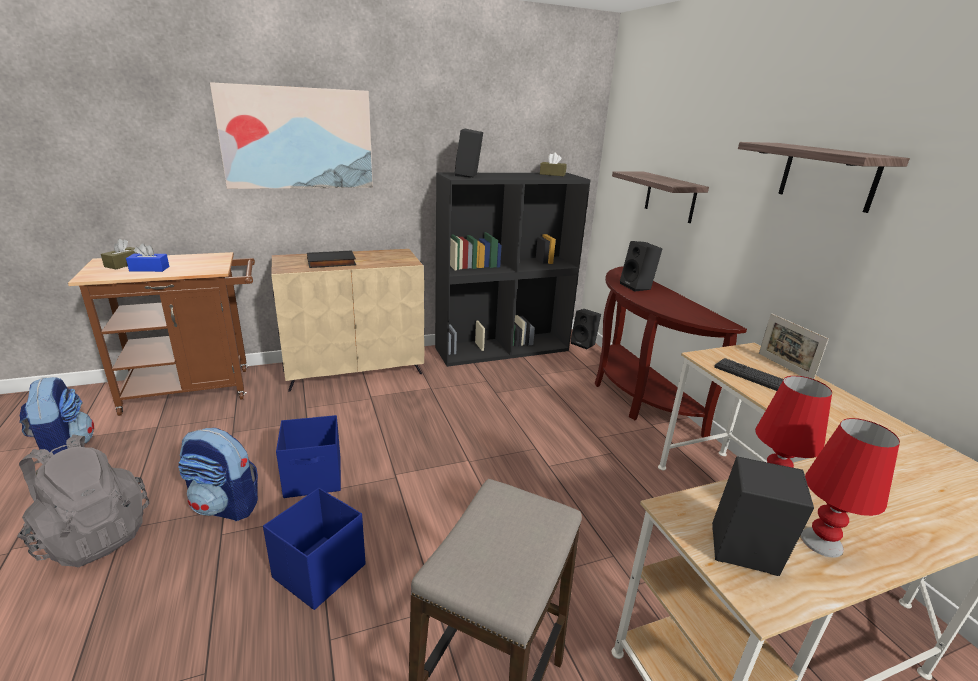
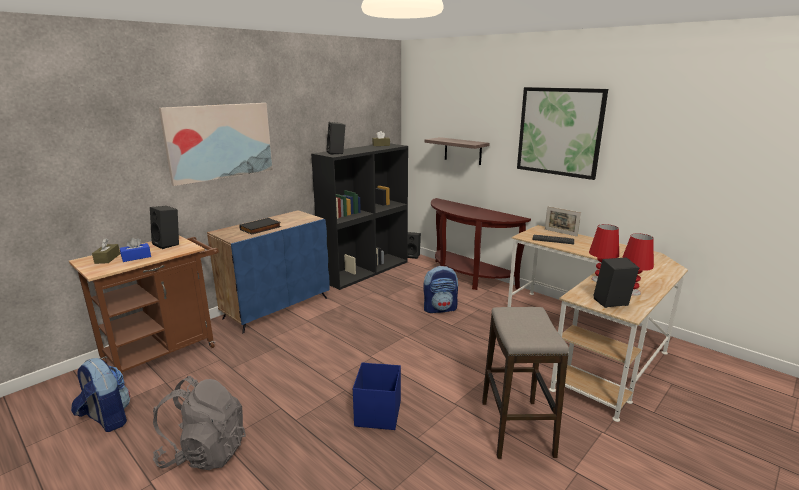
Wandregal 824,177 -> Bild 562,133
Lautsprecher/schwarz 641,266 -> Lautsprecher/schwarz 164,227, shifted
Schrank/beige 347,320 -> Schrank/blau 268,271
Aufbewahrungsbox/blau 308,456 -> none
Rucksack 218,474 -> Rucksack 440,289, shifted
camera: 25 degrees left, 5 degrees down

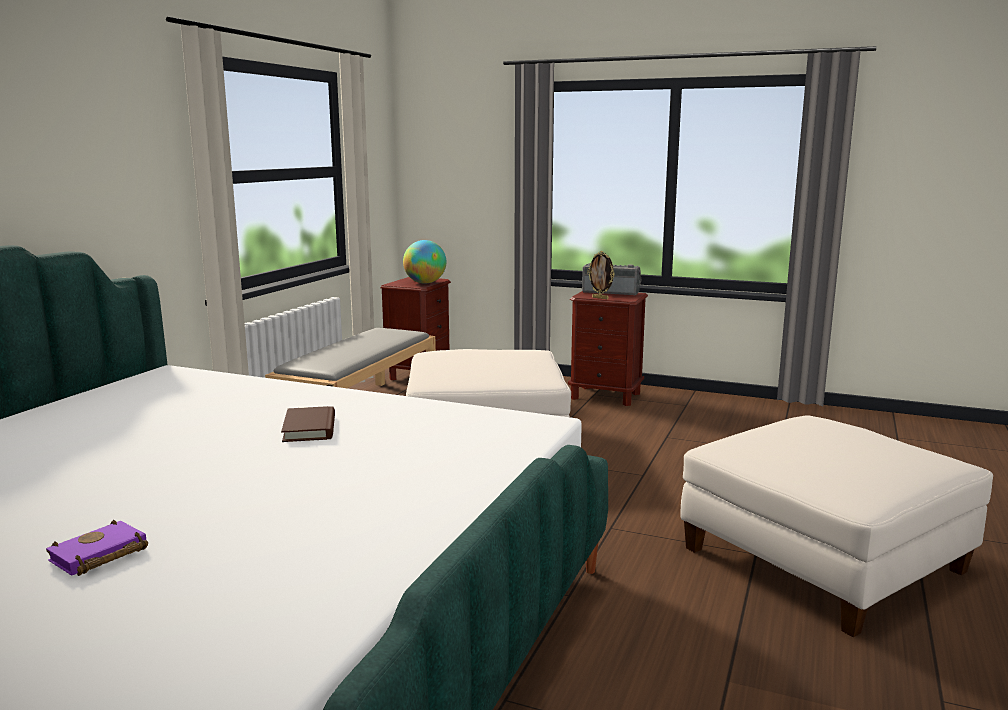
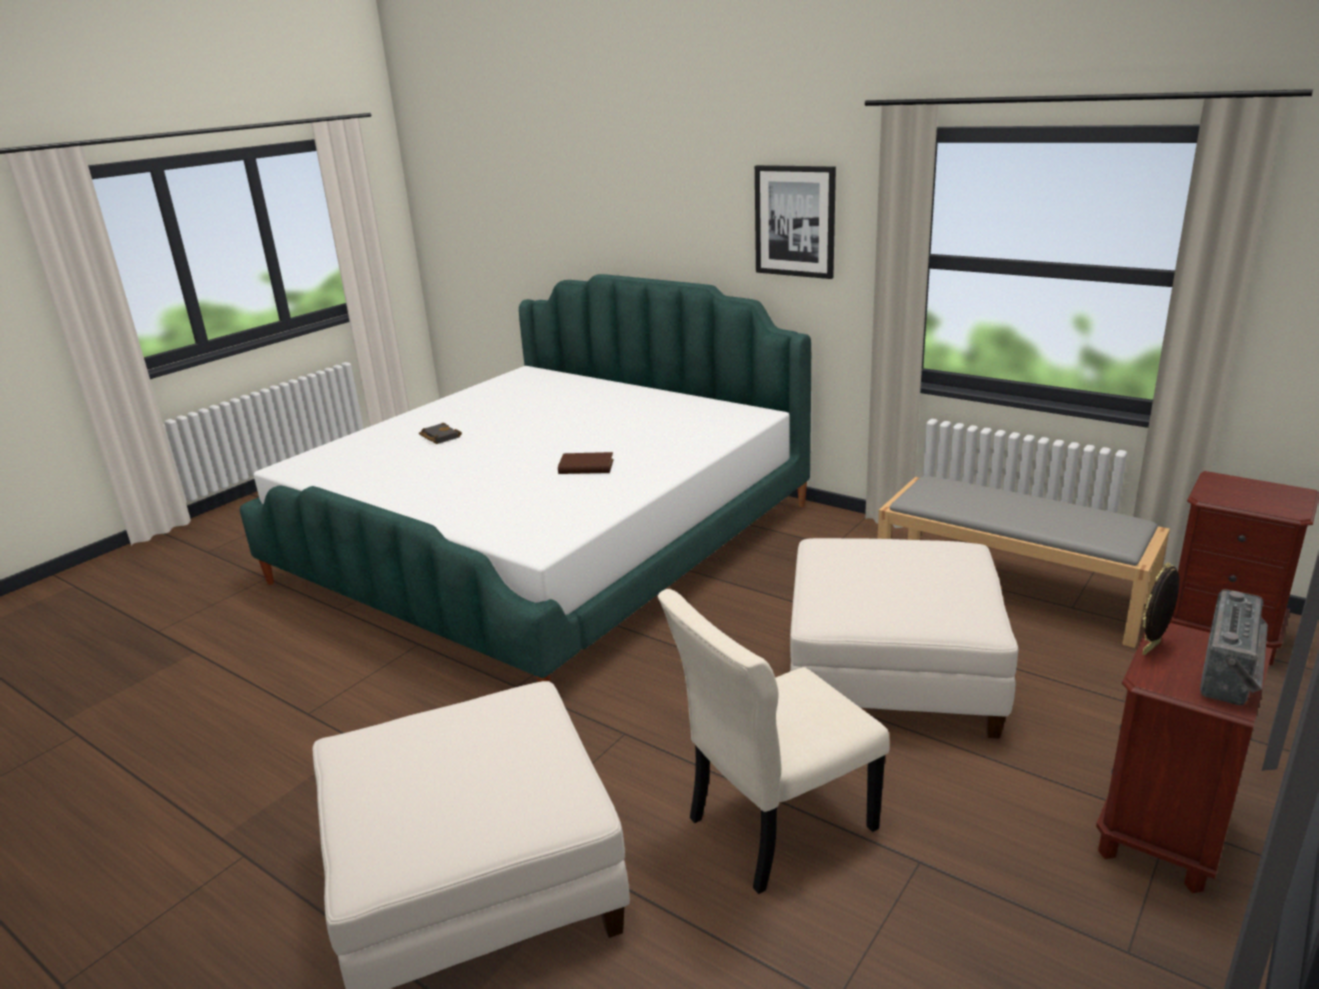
Globus 424,262 -> none
Buch/lila 97,548 -> Buch/schwarz 440,433
none -> Bild 795,222
none -> Stuhl/beige 773,741
camera: 105 degrees right, 10 degrees up

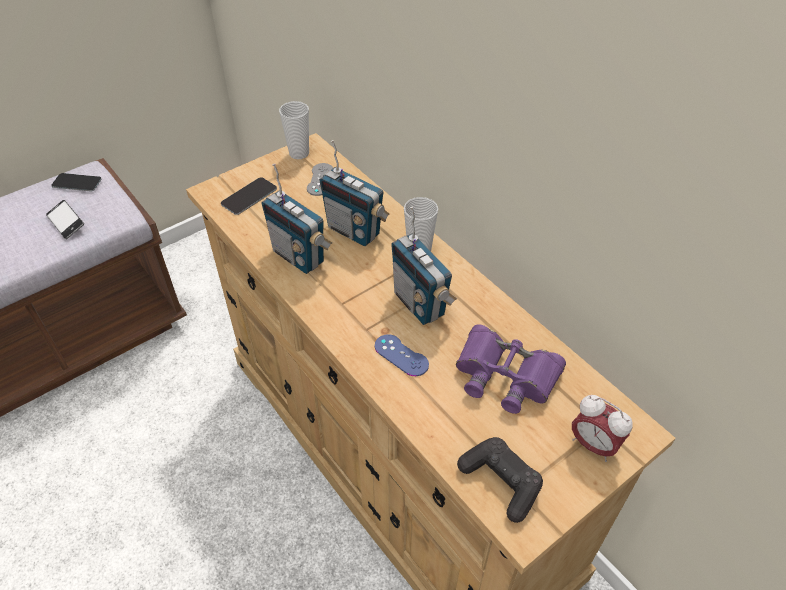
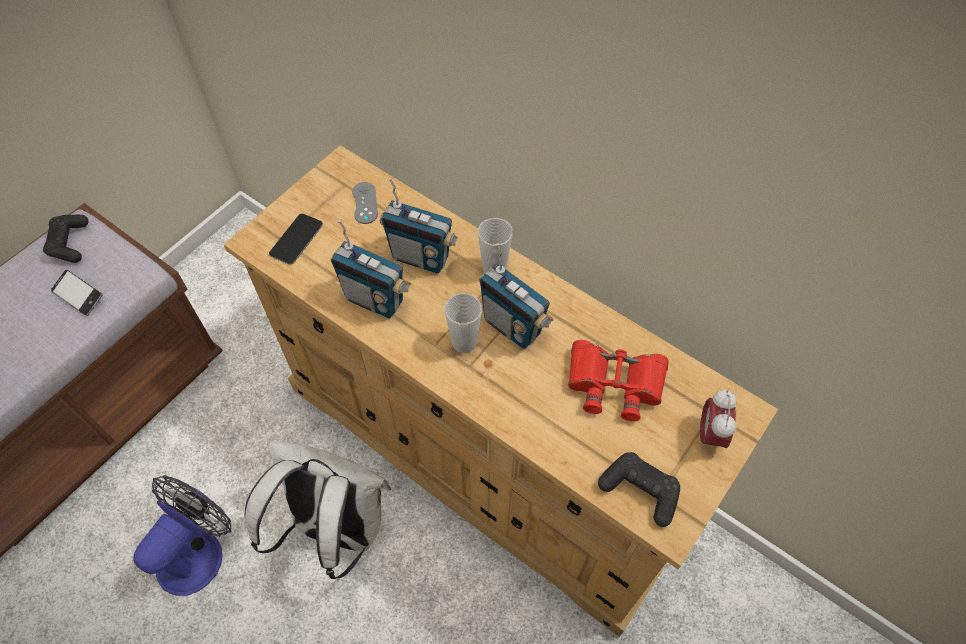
Tasse 294,130 -> Tasse 463,323, shifted
Handy 76,182 -> Gamepad/schwarz 66,239
Fernglas/lila 511,369 -> Fernglas/rot 618,380
Gamepad/blau 402,355 -> none
Wecker 602,428 -> Wecker 718,419, 75 degrees clockwise
none -> Rucksack/weiß 317,510
none -> Ventilator 182,535
camera: 15 degrees left, 10 degrees up

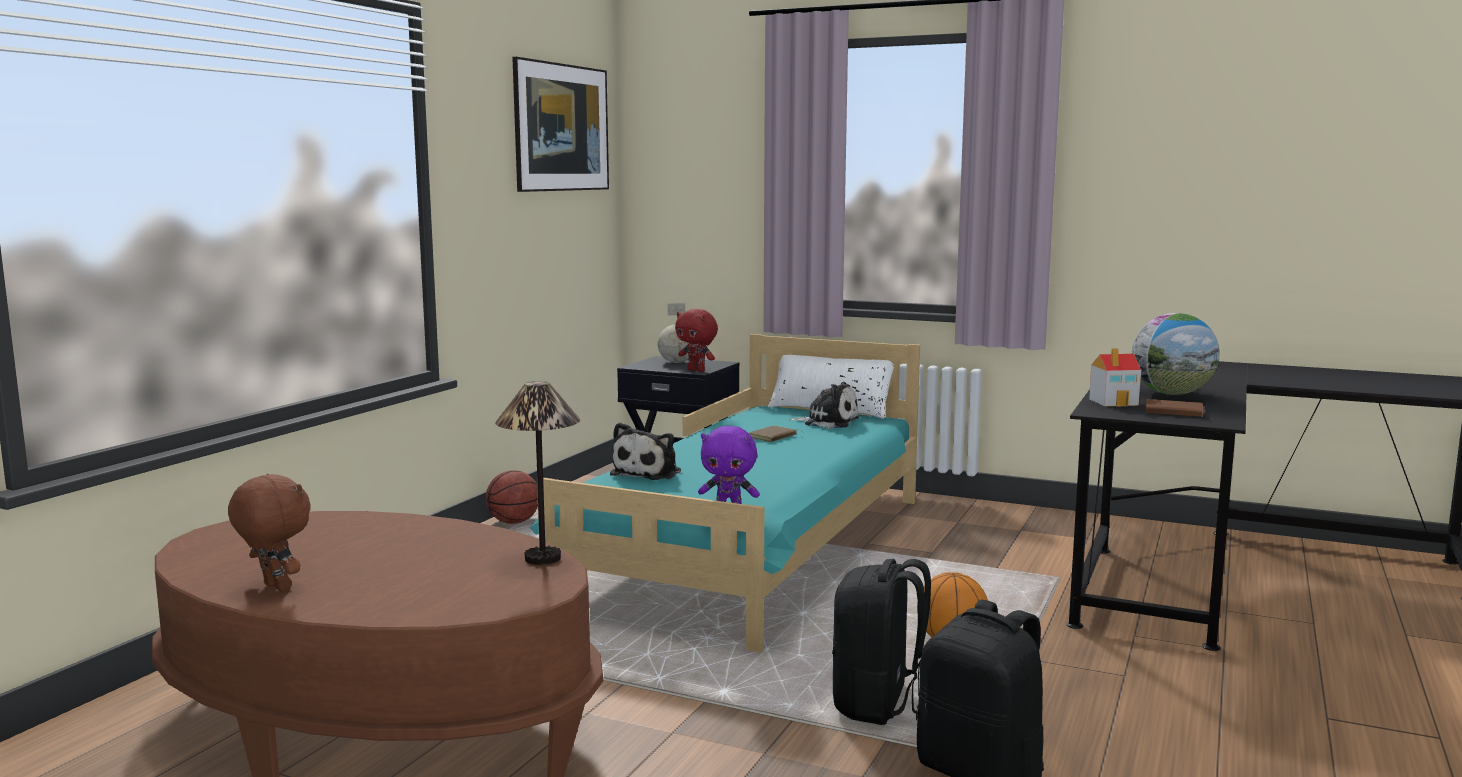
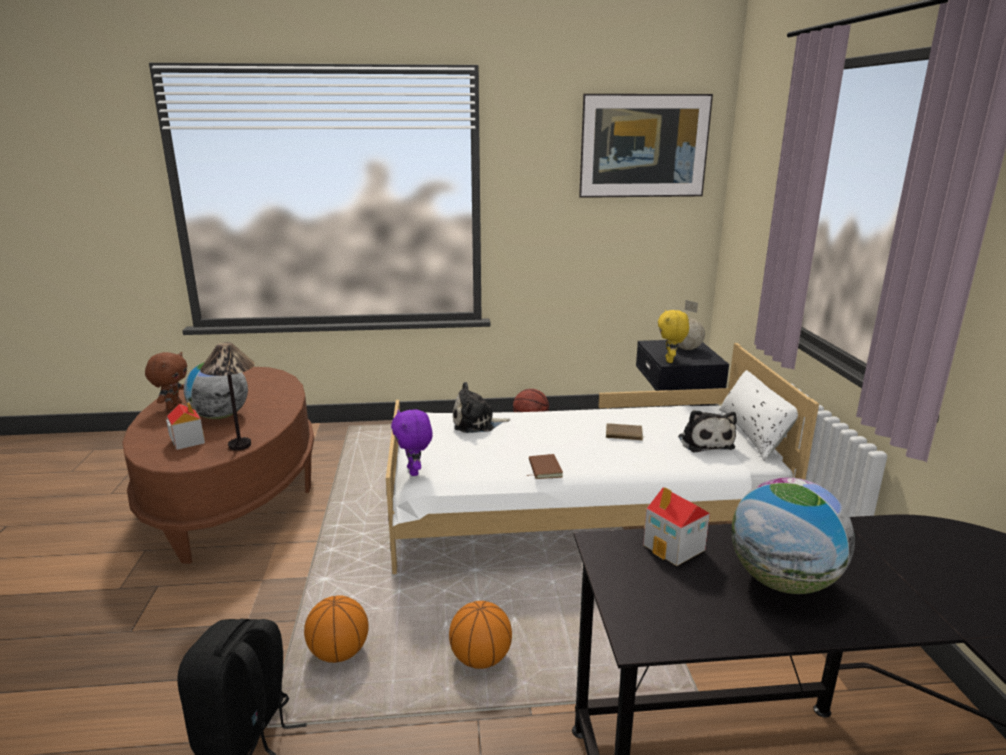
Plüschtier/rot 696,340 -> Plüschtier/gelb 673,336
Bett/türkis 724,493 -> Bett/weiß 602,458
Buch/braun 1176,408 -> Buch/braun 545,466, shifted
Rucksack/schwarz 881,642 -> Basketball 336,629
none -> Globus 216,390
none -> Spielzeughaus 185,426
camera: 60 degrees right, 10 degrees up

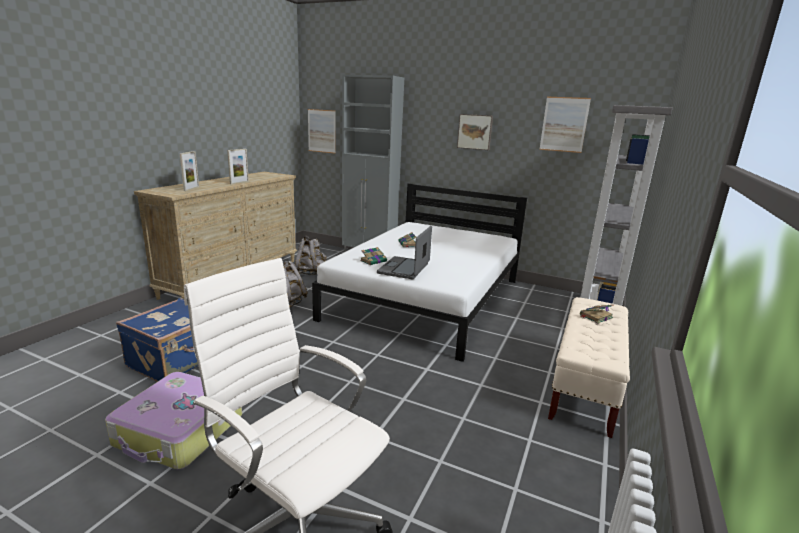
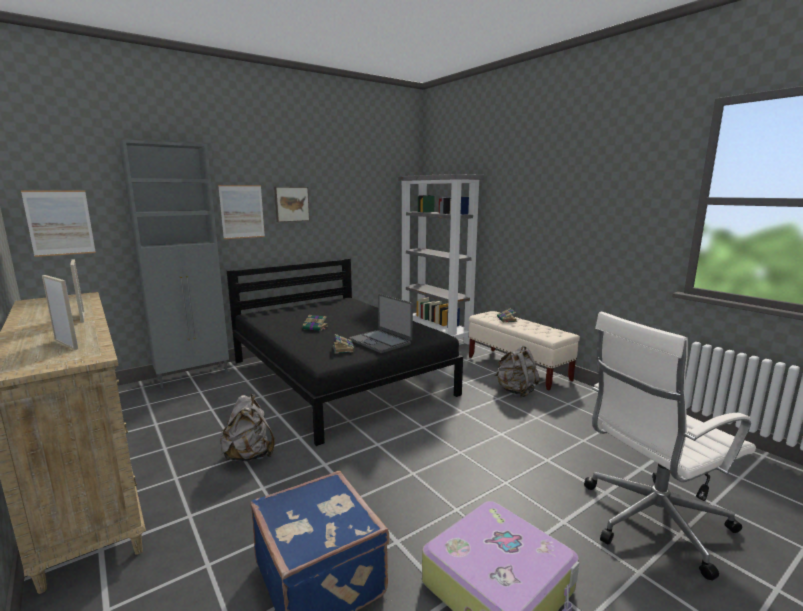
Bild 565,125 -> Bild 241,212, shifted
Bett/weiß 419,272 -> Bett/schwarz 345,352
Rucksack/grau 311,255 -> Rucksack/grau 517,371, shifted
camera: 60 degrees left, 5 degrees down

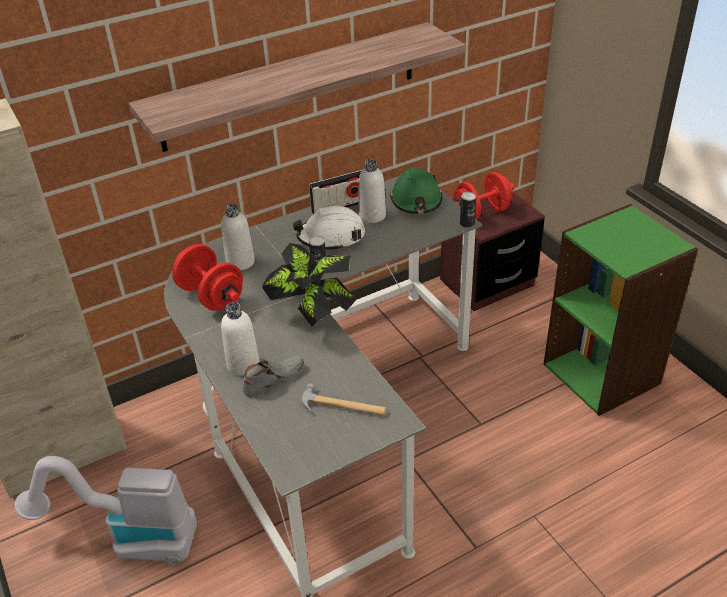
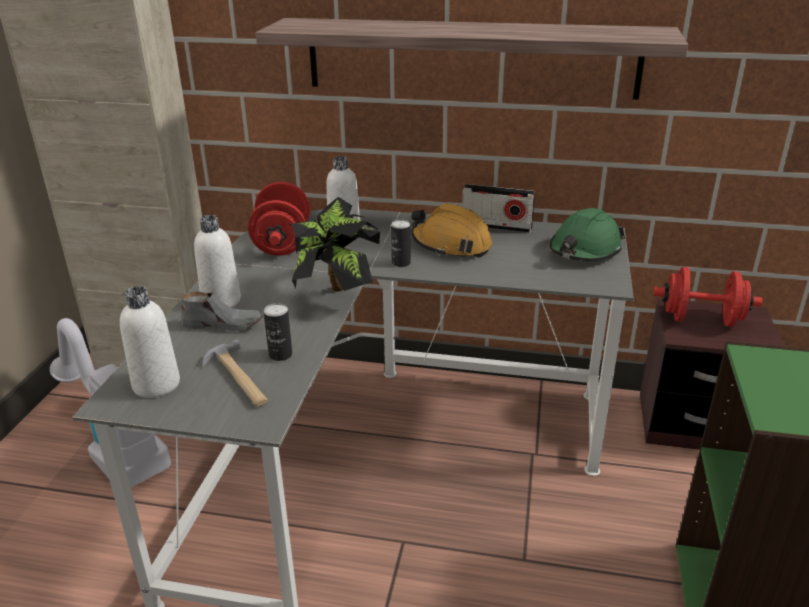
Flasche/weiß 372,191 -> Flasche/weiß 150,342, shifted
Dose 468,210 -> Dose 278,332, shifted
Schutzhelm/weiß 329,228 -> Schutzhelm/orange 451,230
camera: 40 degrees right, 10 degrees down

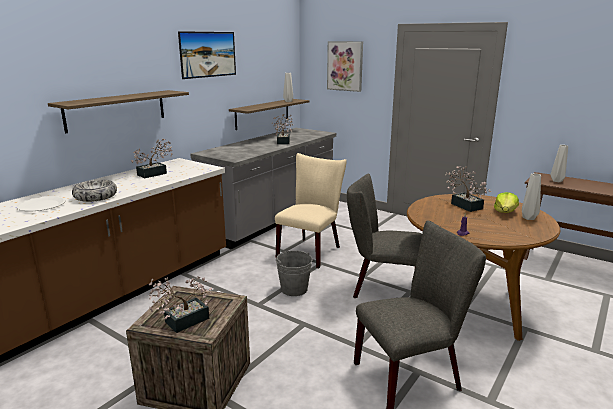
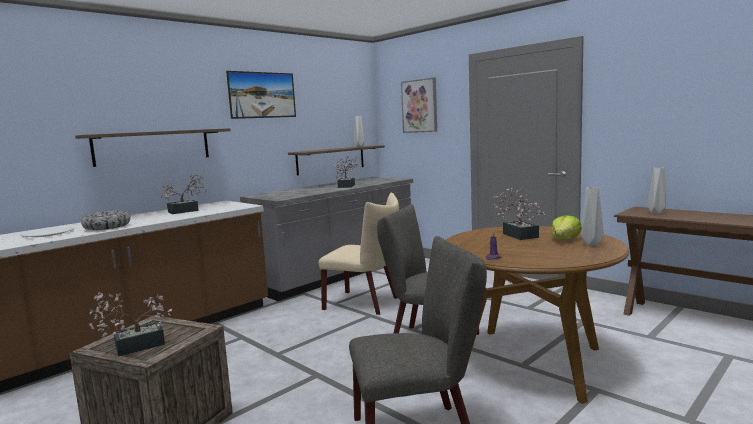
Stuhl/beige 311,210 -> Stuhl/beige 359,254, 75 degrees clockwise
Eimer/grau 294,273 -> none
camera: 10 degrees right, 10 degrees down

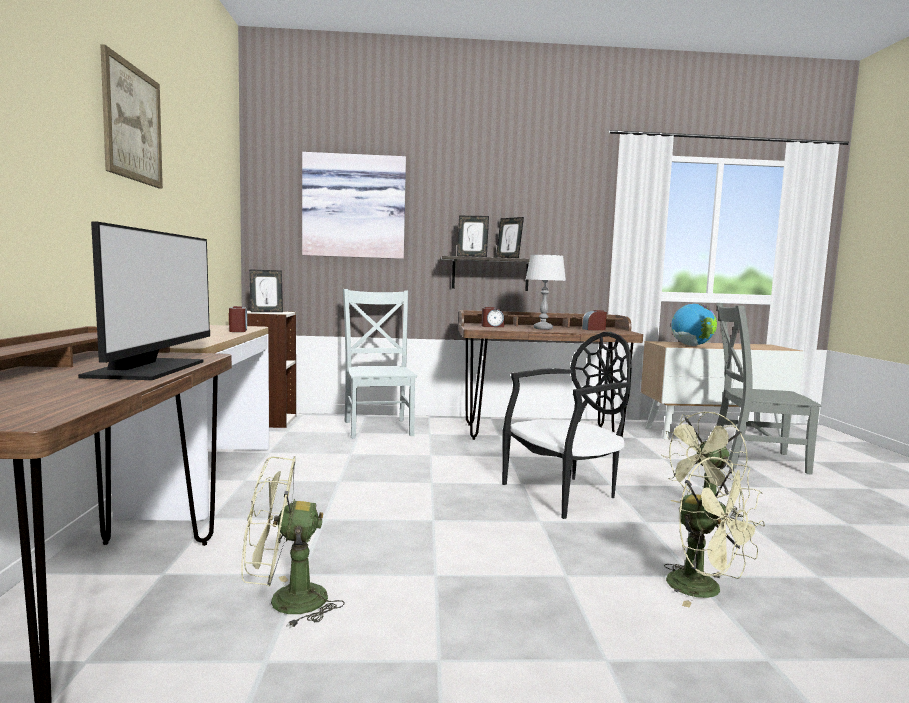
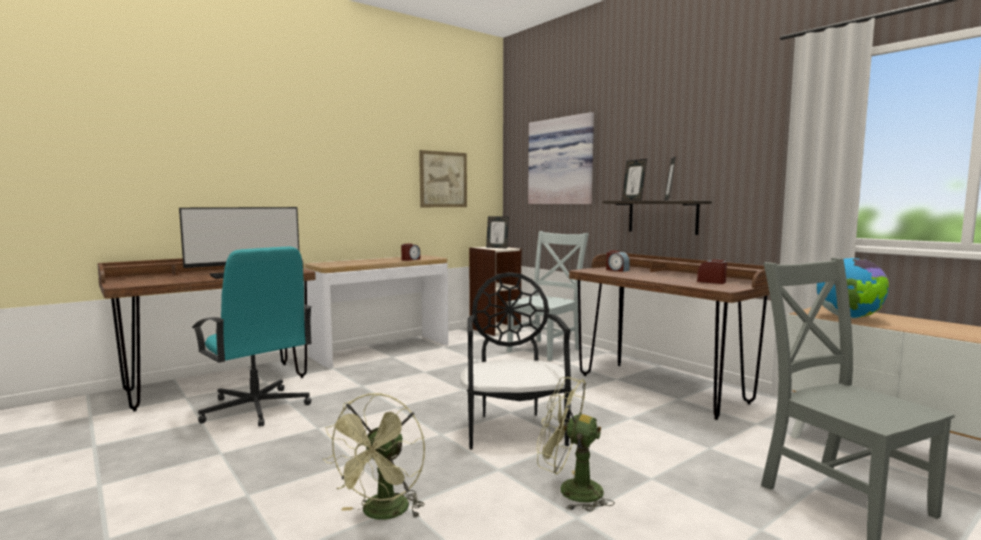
Bild 131,116 -> Bild 443,178, shifted
Tischlampe/grau 546,292 -> none
Stuhl/schwarz 567,425 -> Stuhl/schwarz 516,360, 120 degrees counterclockwise
Ventilator/grün 293,542 -> Bürostuhl/türkis 252,337
camera: 55 degrees right, 0 degrees up

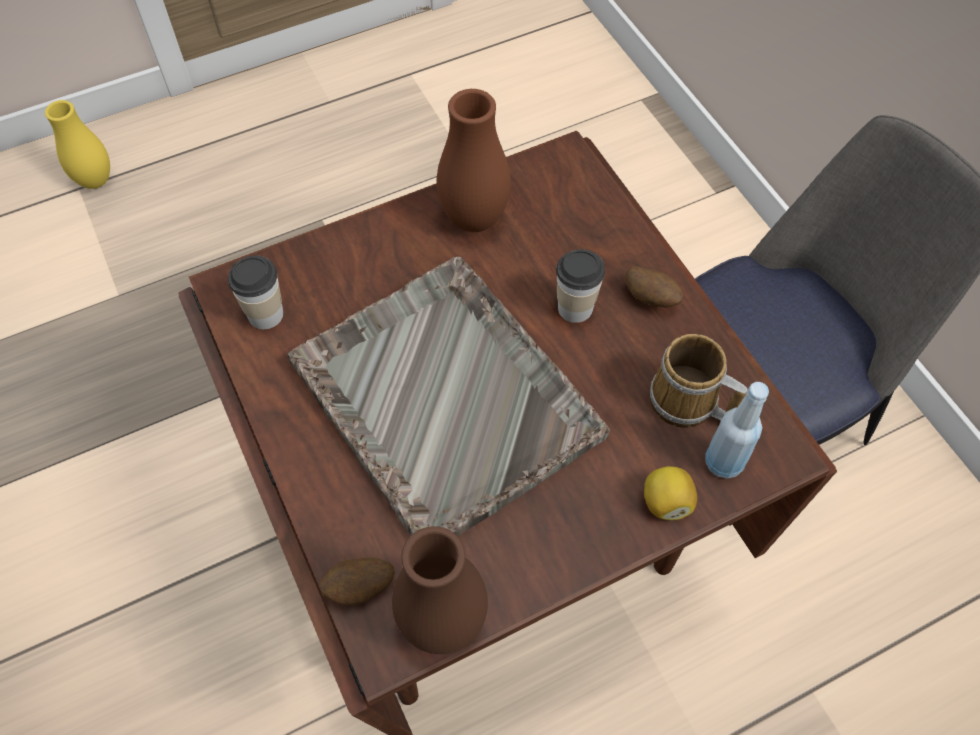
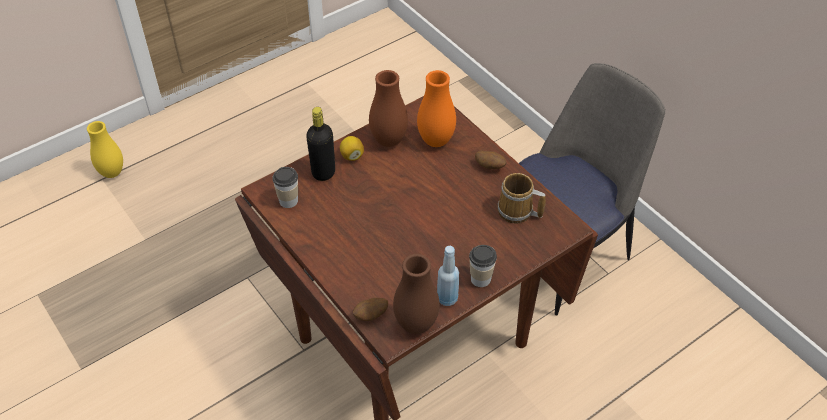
Tasse 580,286 -> Tasse 483,266, shifted
Tablett/grau 448,396 -> none
Flasche/blau 737,430 -> Flasche/blau 448,276, shifted
Zitrone 670,493 -> Zitrone 352,148, shifted
none -> Vase/orange 436,108
none -> Flasche/schwarz 320,144
camera: 10 degrees left, 10 degrees down

